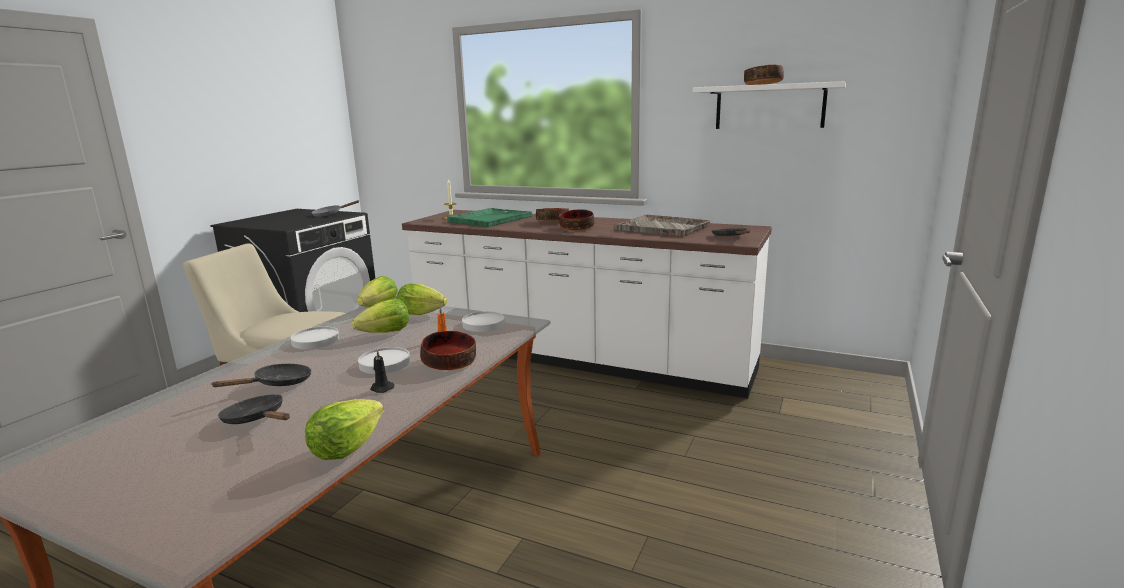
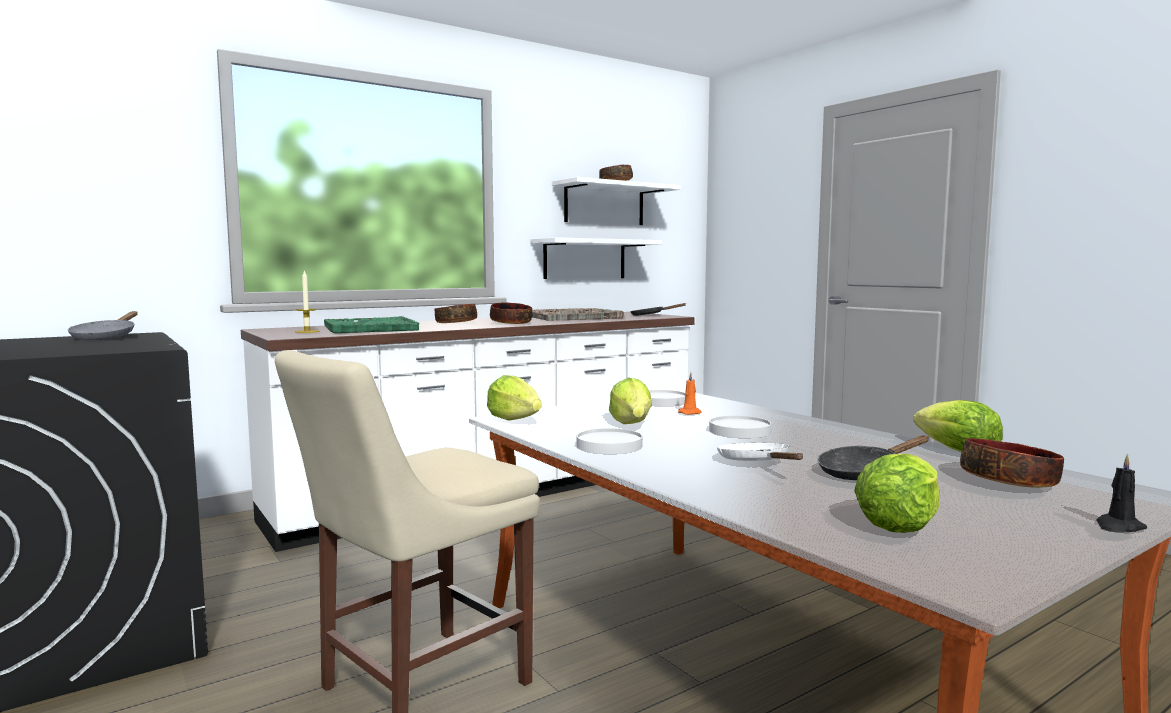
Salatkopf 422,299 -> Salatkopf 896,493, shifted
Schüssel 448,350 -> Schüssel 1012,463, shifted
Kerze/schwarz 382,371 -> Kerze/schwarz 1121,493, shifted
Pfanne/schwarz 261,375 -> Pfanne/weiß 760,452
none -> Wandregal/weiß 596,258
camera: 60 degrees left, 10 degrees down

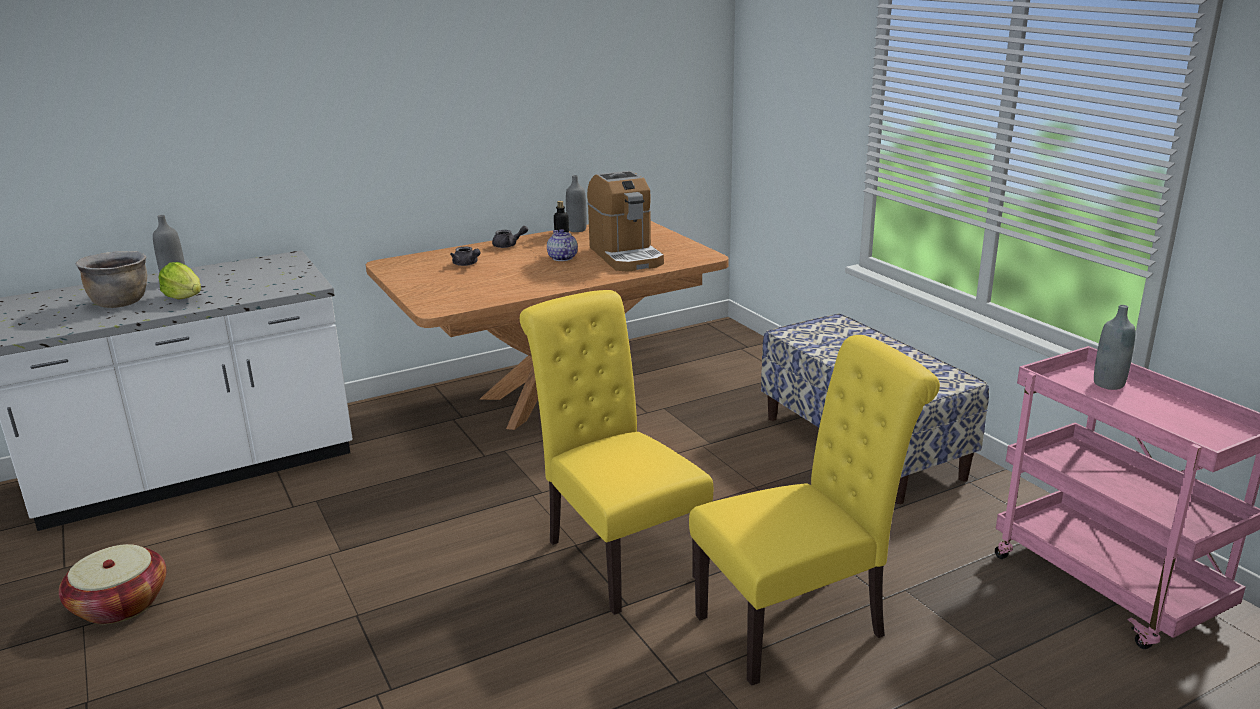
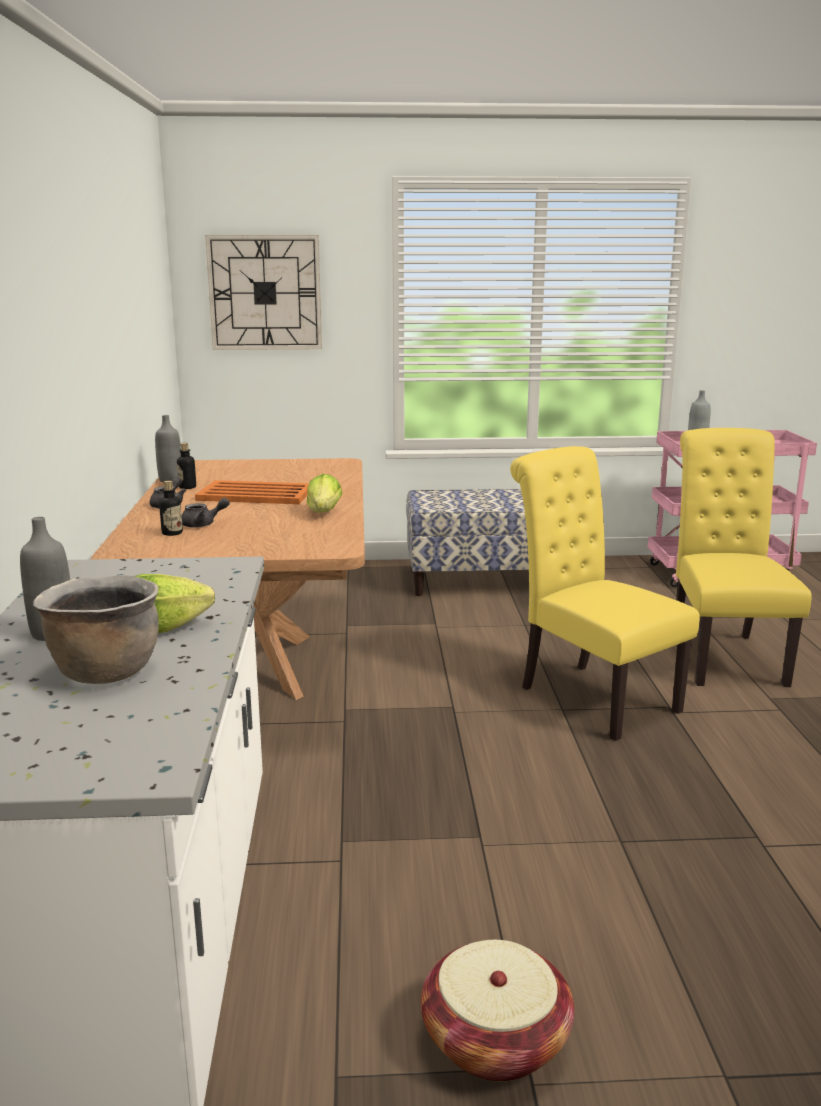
Kaffeemaschine 625,221 -> none
Teekanne 562,245 -> Tablett/orange 252,492
Stuhl/gelb 616,452 -> Stuhl/gelb 605,593, 60 degrees clockwise
none -> Wanduhr 263,292
none -> Salatkopf 324,493
none -> Flasche 171,508
camera: 65 degrees left, 5 degrees down

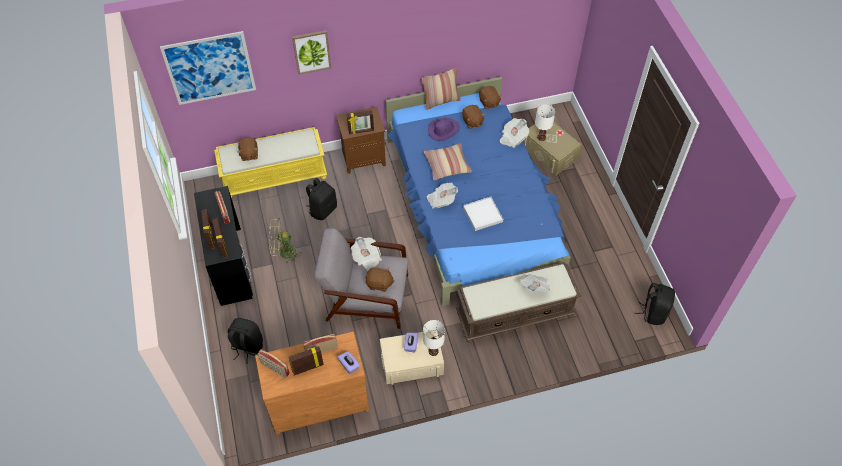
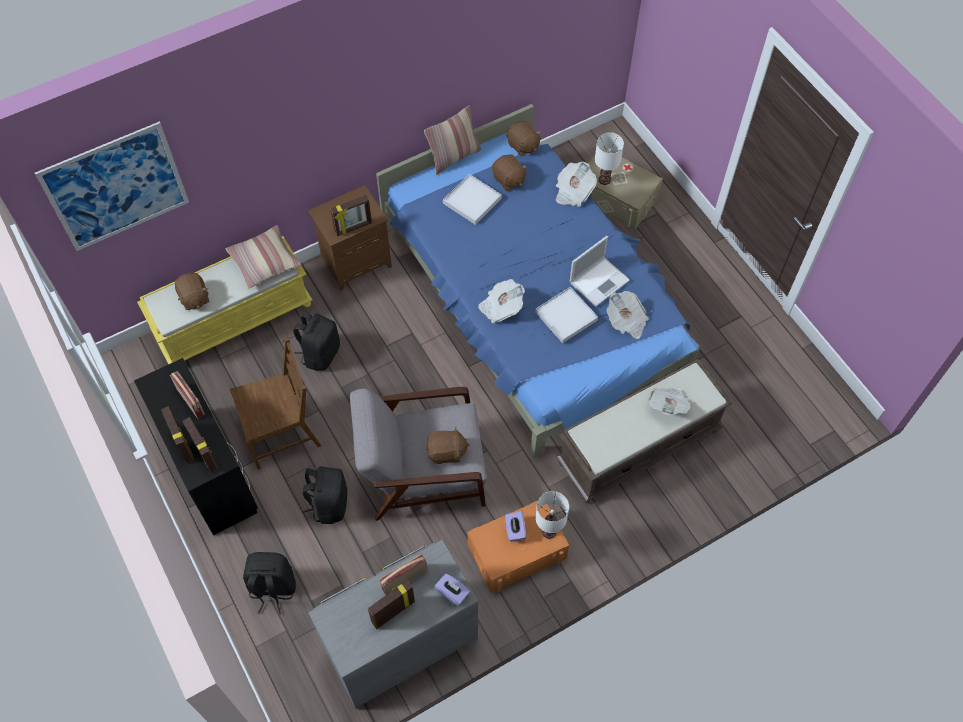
Bild 311,52 -> none
Hut/lila 444,129 -> Tablett/weiß 472,199
Kissen 448,161 -> Kissen 263,257, shifted
Ventilator/grün 284,241 -> Stuhl/braun 275,403
Zeitung 366,254 -> Zeitung 627,315, shifted
Rucksack/schwarz 655,304 -> Rucksack/schwarz 325,495, shifted
Aufbewahrungsbox/beige 412,357 -> Aufbewahrungsbox/orange 518,547
Kommode/braun 312,383 -> Kommode/grau 393,624
Radio 274,363 -> none
none -> Laptop 600,271
camera: 15 degrees left, 5 degrees up

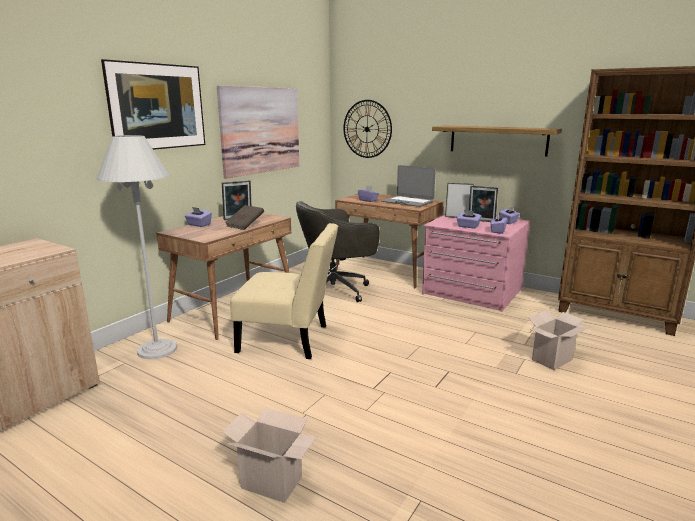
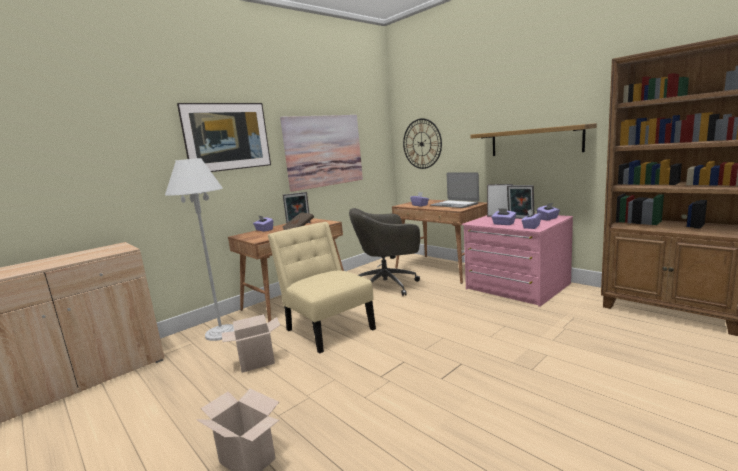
Stuhl/beige 284,291 -> Stuhl/beige 322,288, 150 degrees counterclockwise
Karton 559,340 -> Karton 251,343, shifted
camera: 15 degrees right, 5 degrees down

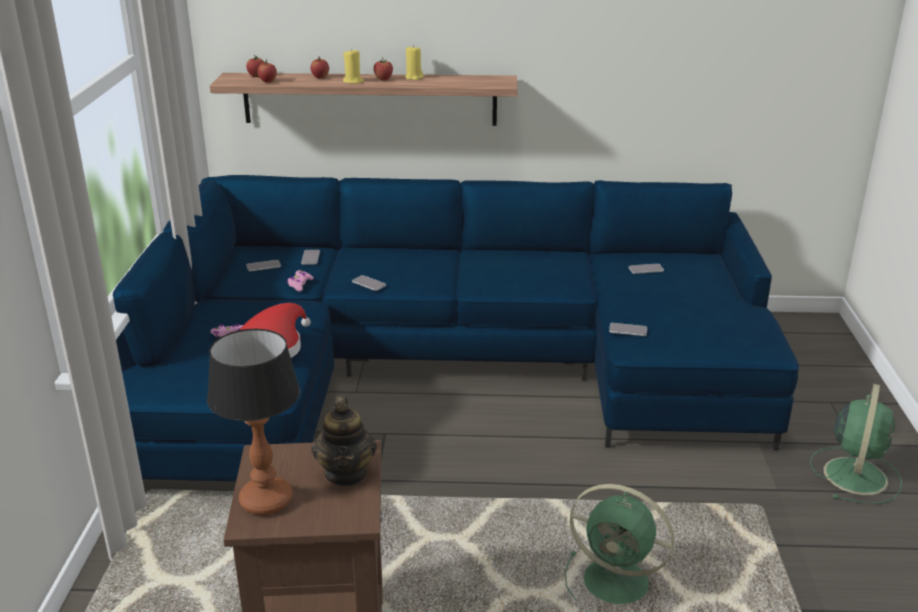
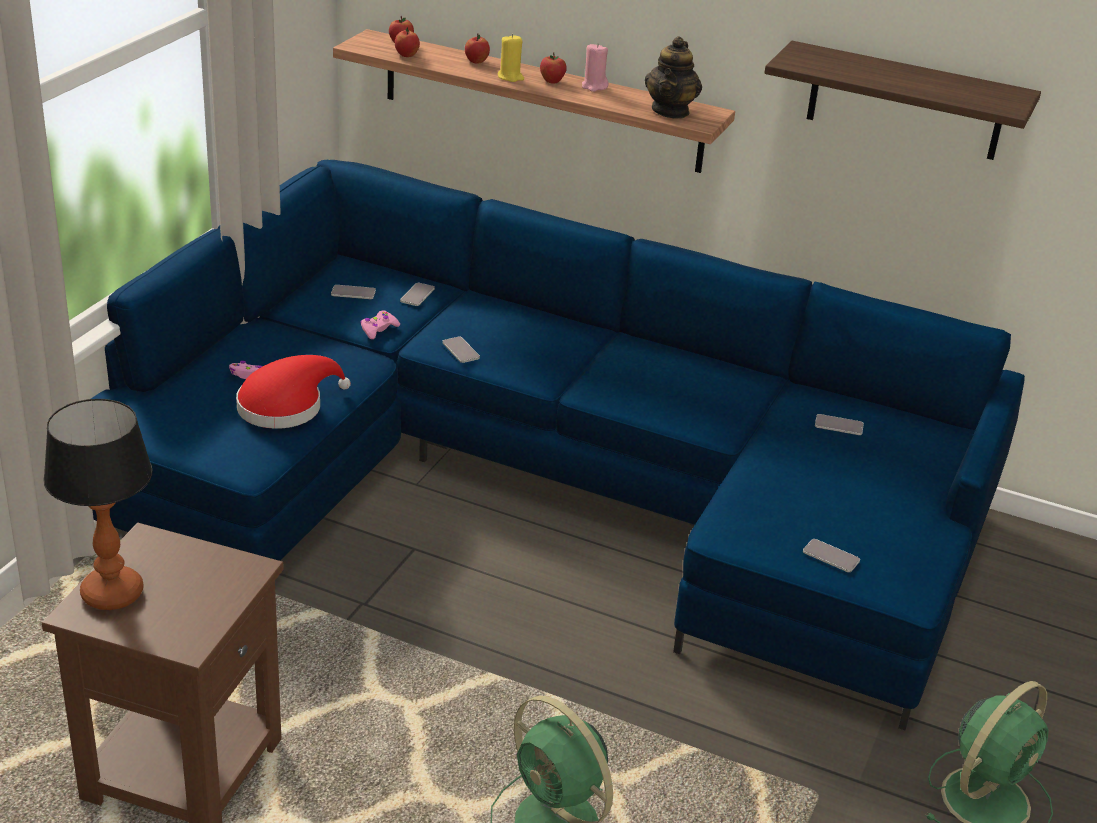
Kerze/gelb 414,62 -> Kerze/rosa 595,68
Handy 628,329 -> Handy 831,555, shifted
Teekanne 344,441 -> Teekanne 673,77, shifted
none -> Wandregal 902,100
camera: 20 degrees right, 5 degrees up

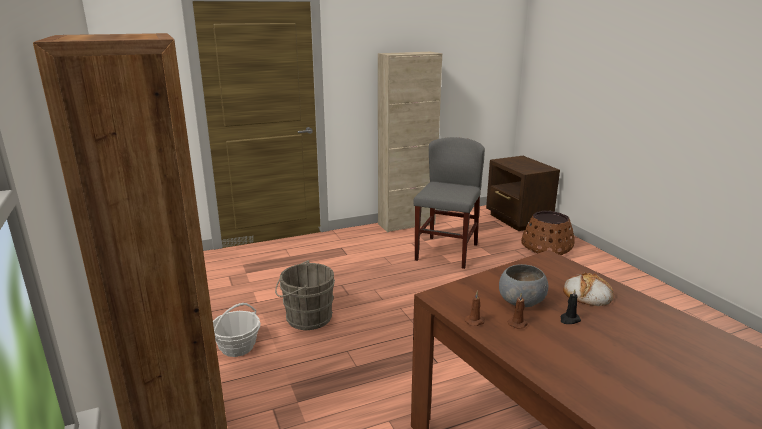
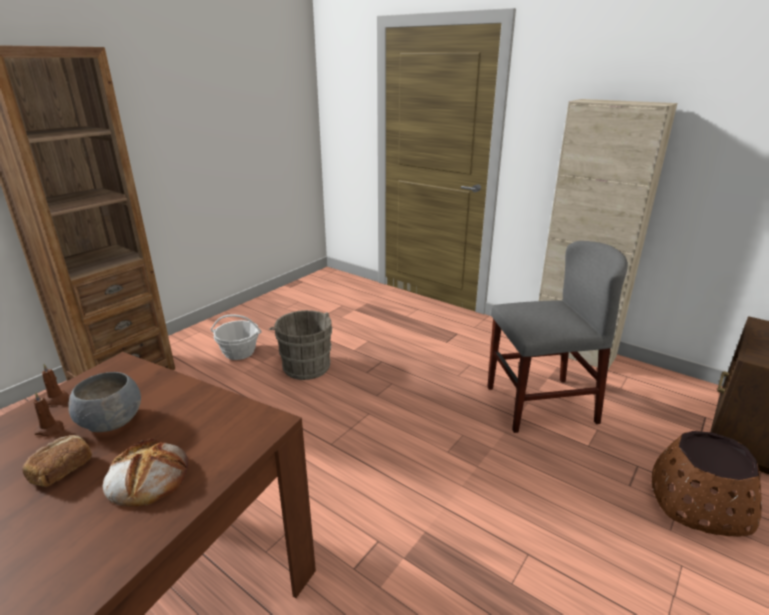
Kerze/schwarz 570,306 -> Brot 57,461
camera: 60 degrees right, 5 degrees up

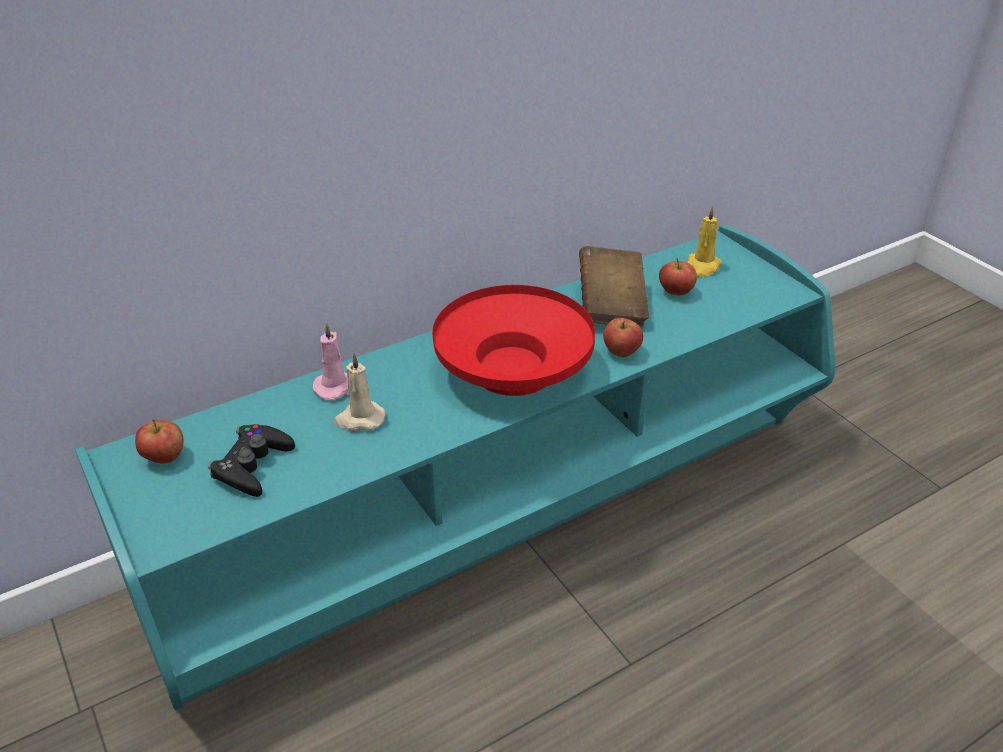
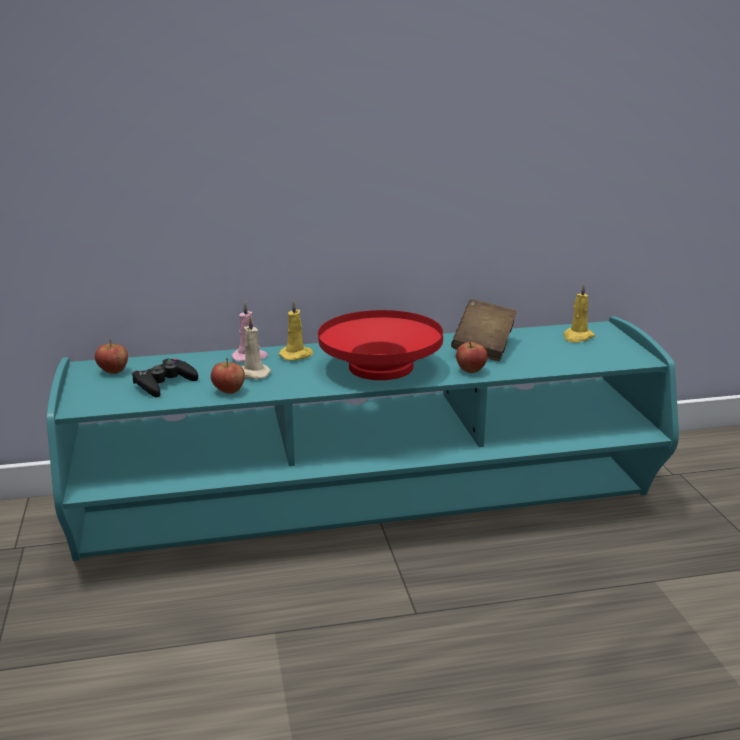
Apfel 678,277 -> Apfel 228,376, shifted
none -> Kerze/gelb 296,330
camera: 20 degrees right, 15 degrees down

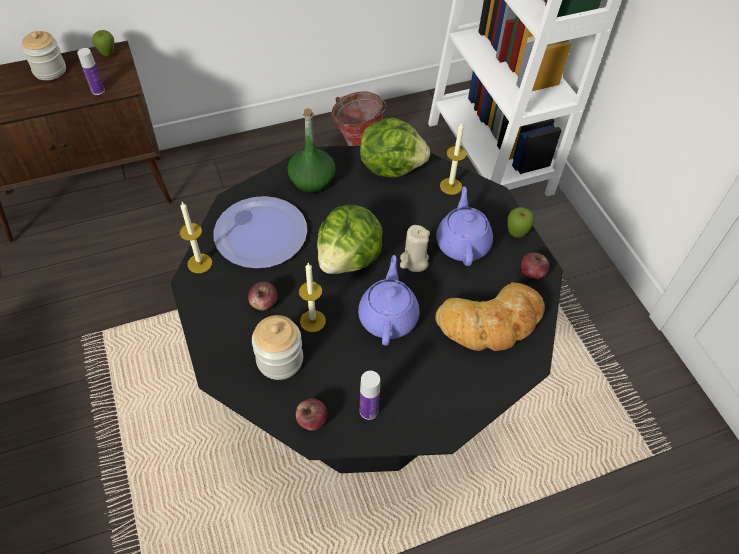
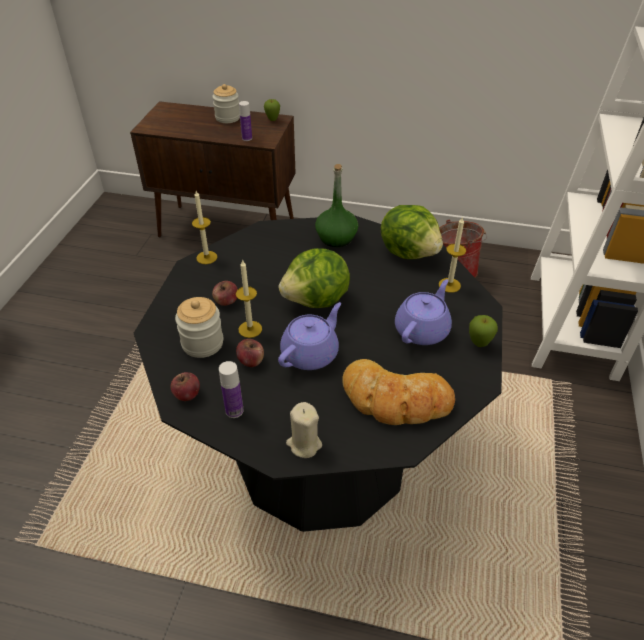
Teller 260,232 -> none
Kerze/beige 415,248 -> Kerze/beige 304,430, shifted
Apfel 535,266 -> Apfel 250,353, shifted
camera: 35 degrees right, 10 degrees down

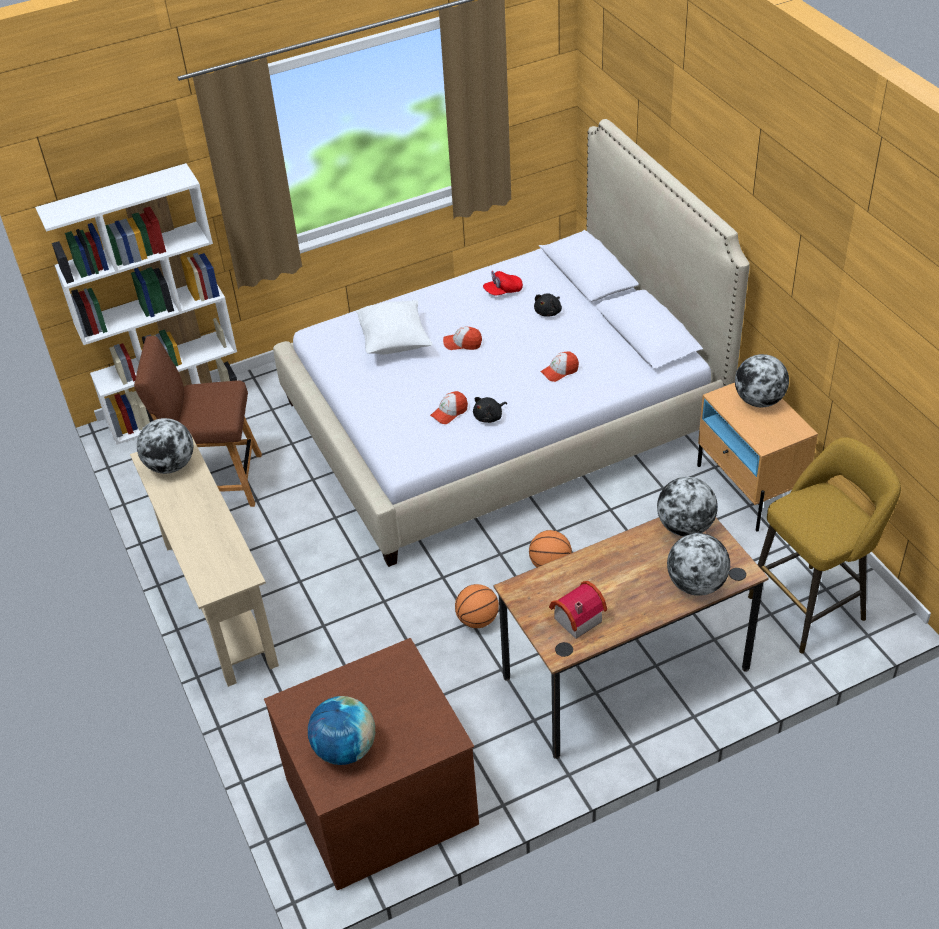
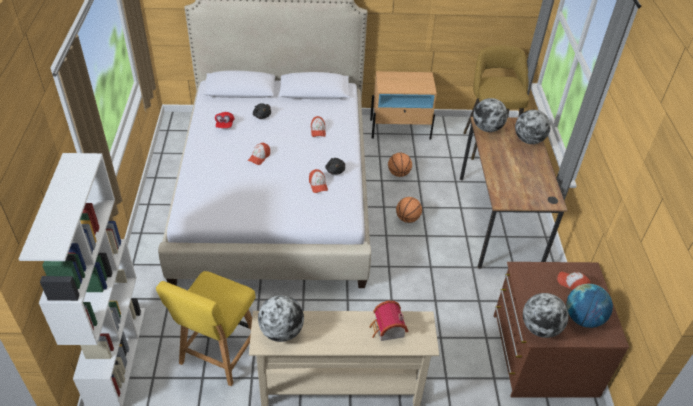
Kissen/weiß 394,327 -> none
Stuhl/braun 198,421 -> Stuhl/gelb 206,328
Globus 762,381 -> Globus 546,315, shifted
Spielzeughaus 578,610 -> Spielzeughaus 388,321, shifted
Basketball 477,606 -> Basketball 400,165, shifted
none -> Kappe 574,280
camera: 70 degrees left, 0 degrees up

